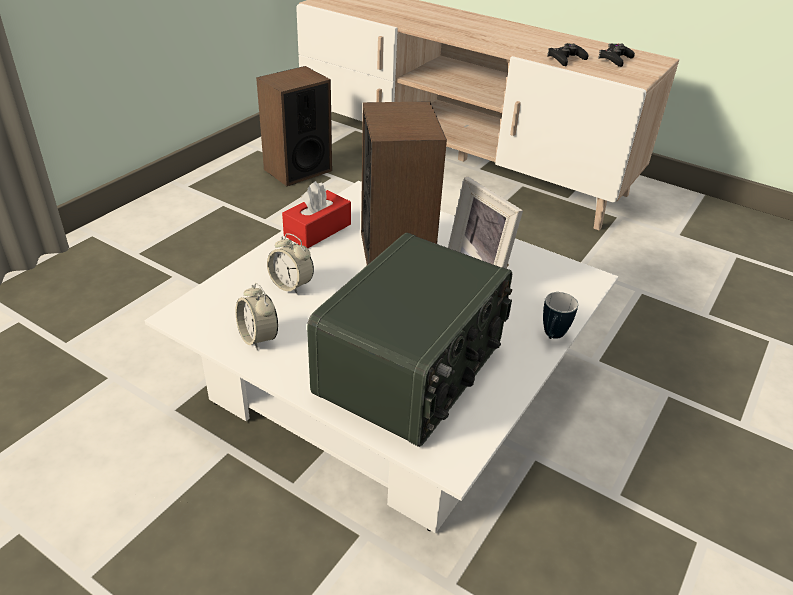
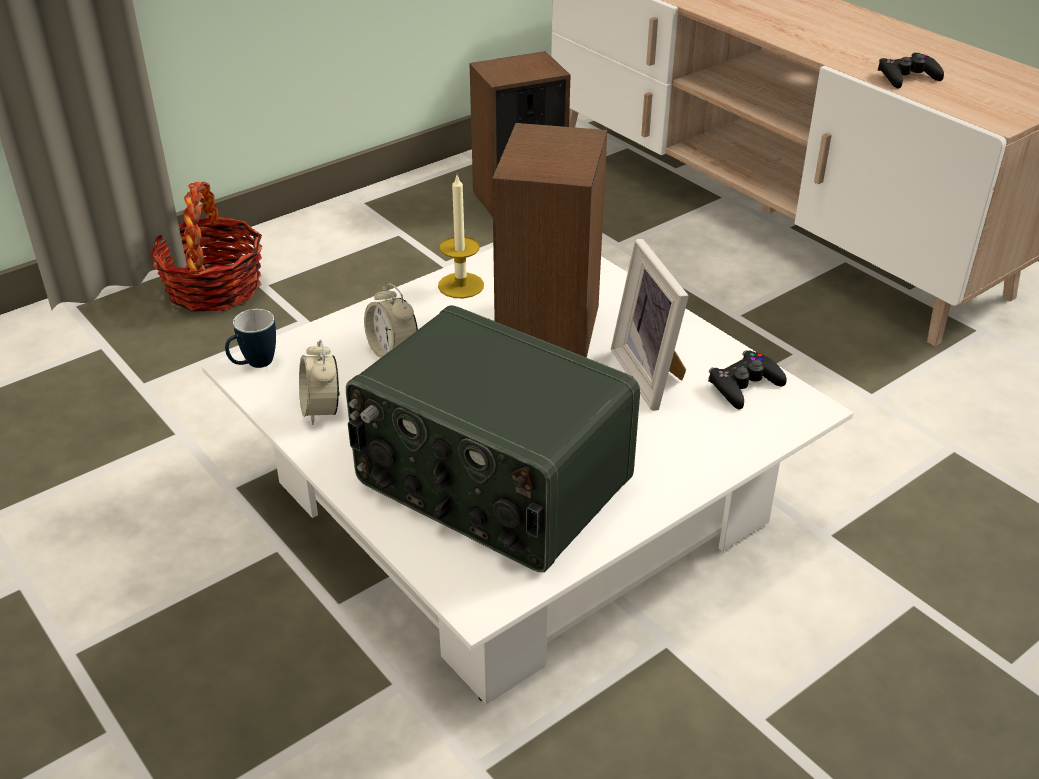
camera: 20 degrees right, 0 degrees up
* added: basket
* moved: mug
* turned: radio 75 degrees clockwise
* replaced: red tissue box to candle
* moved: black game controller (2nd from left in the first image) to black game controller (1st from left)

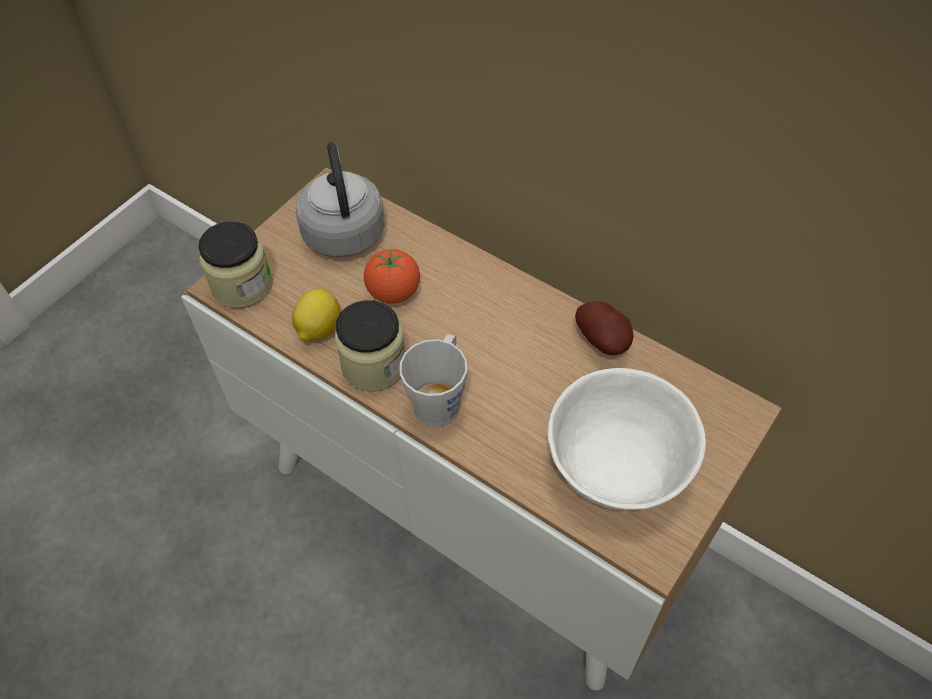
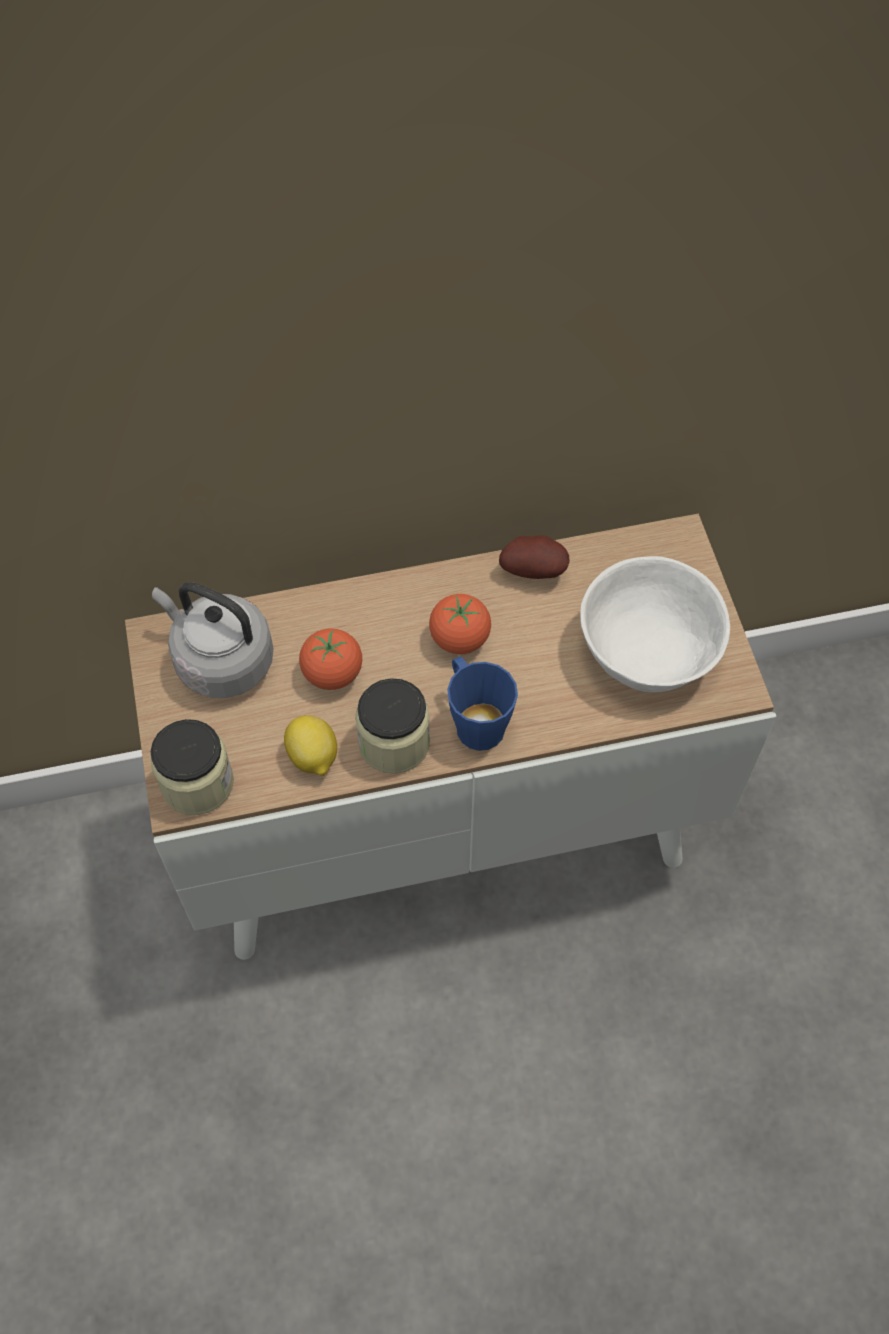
camera: 50 degrees left, 5 degrees up
* added: tomato (2nd from left)
* recoloured: grey mug to blue mug

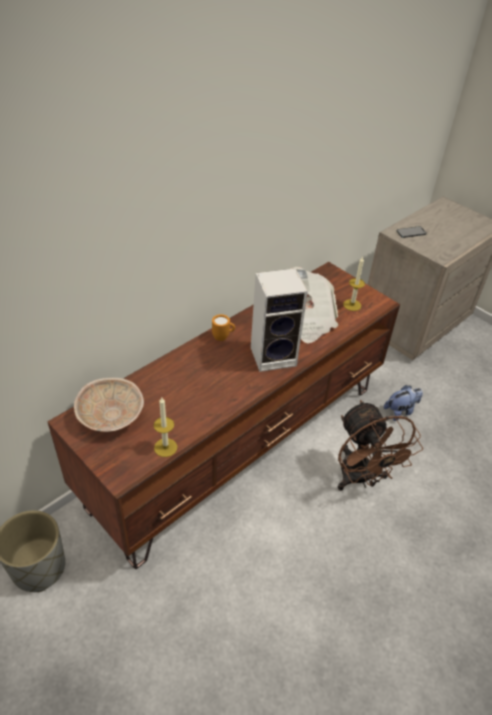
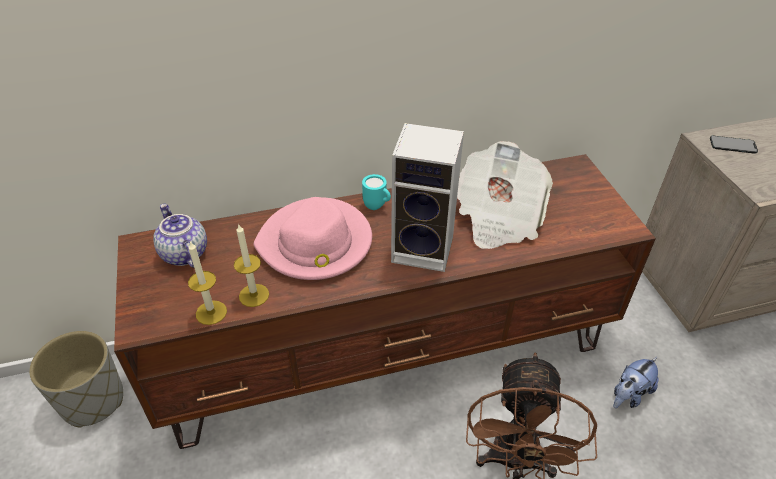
camera: 30 degrees right, 0 degrees up
* replaced: beige bowl to teapot
* moved: candle (2nd from left)
* added: pink hat
* recoloured: orange mug to turquoise mug
* turned: plush toy 135 degrees clockwise

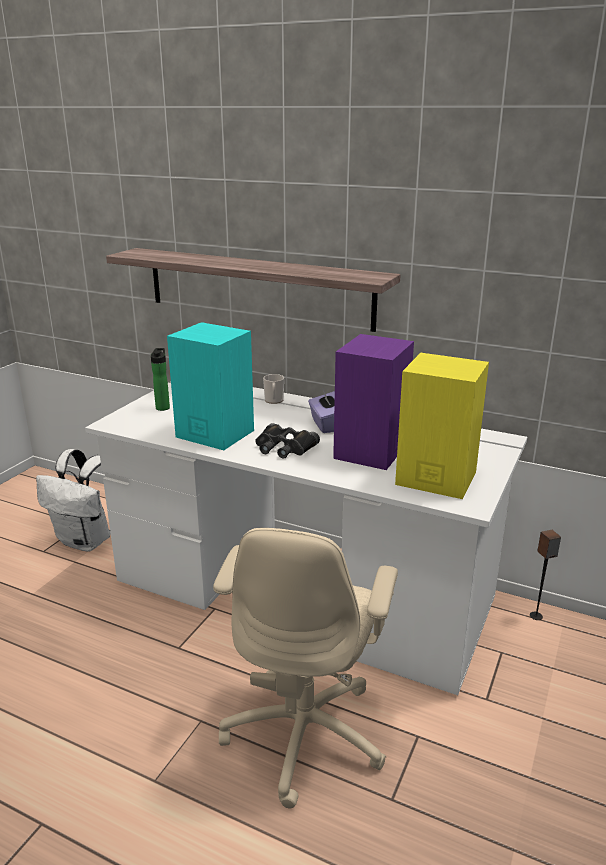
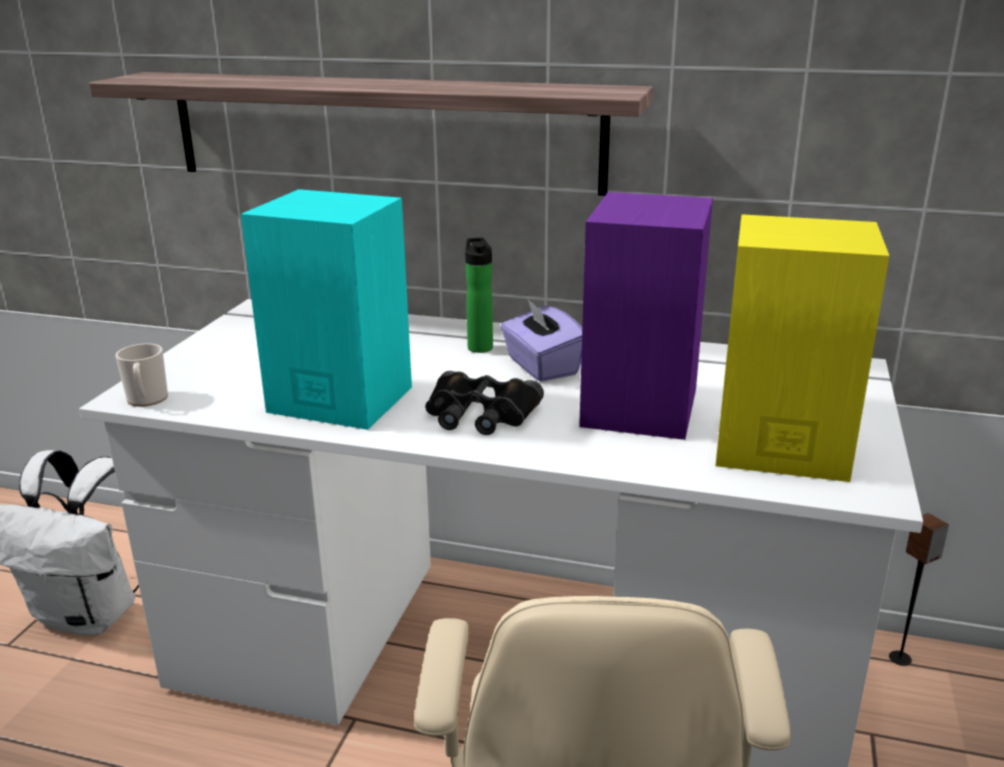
camera: 10 degrees left, 0 degrees up
* moved: mug
* moved: bottle

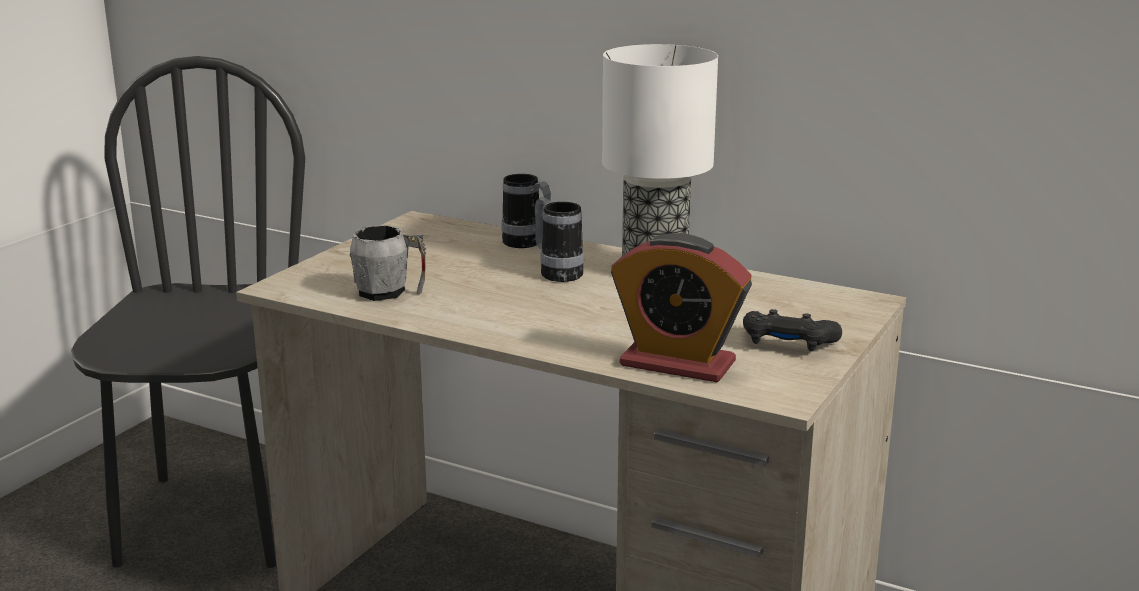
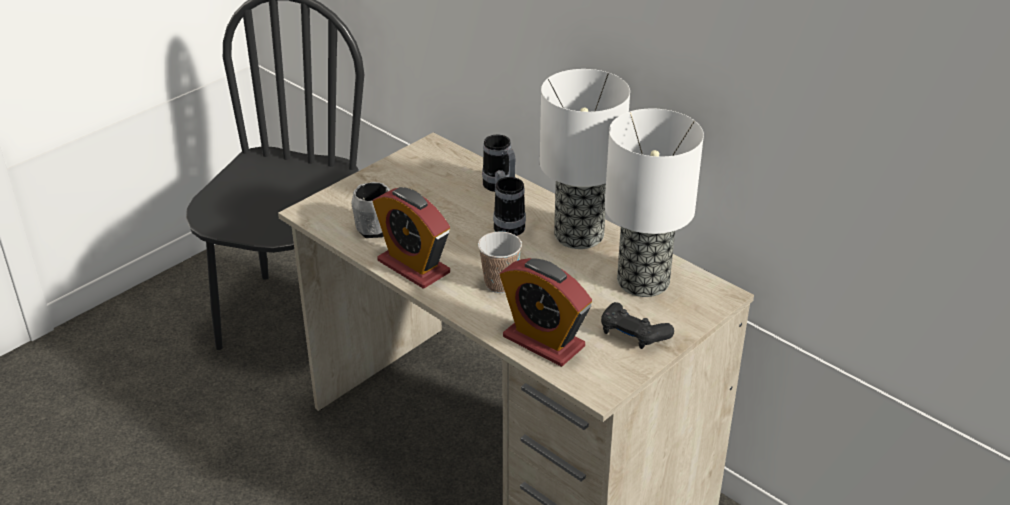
camera: 15 degrees right, 15 degrees up
* added: alarm clock (1st from left)
* added: cup
* added: table lamp (2nd from left)

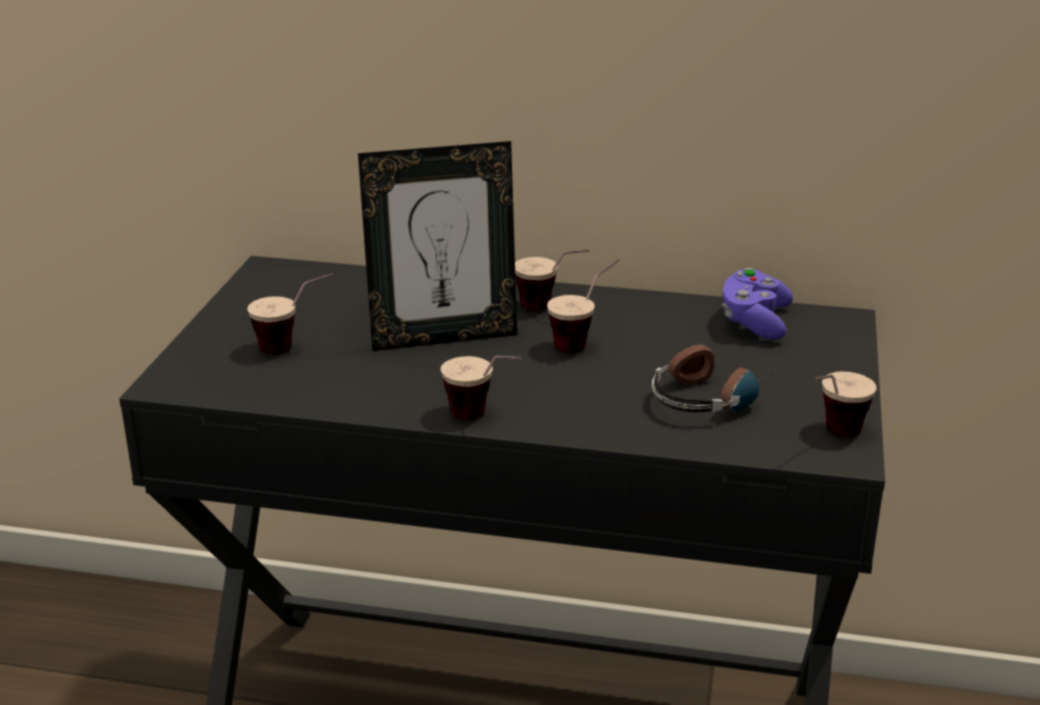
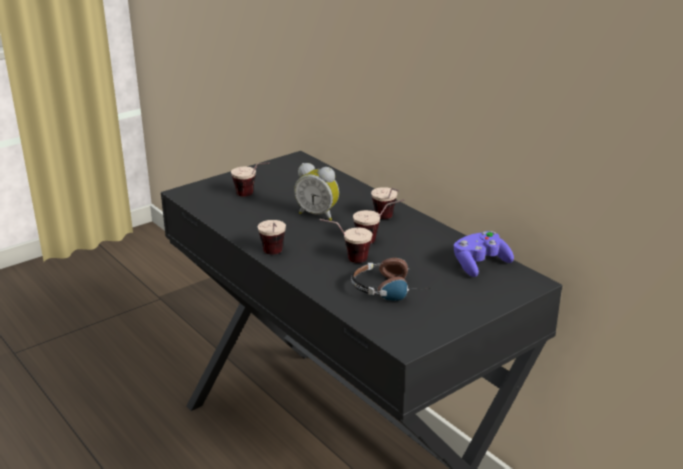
camera: 40 degrees right, 0 degrees up
* replaced: picture frame to alarm clock
* moved: cup (5th from left in the first image) to cup (3rd from left)

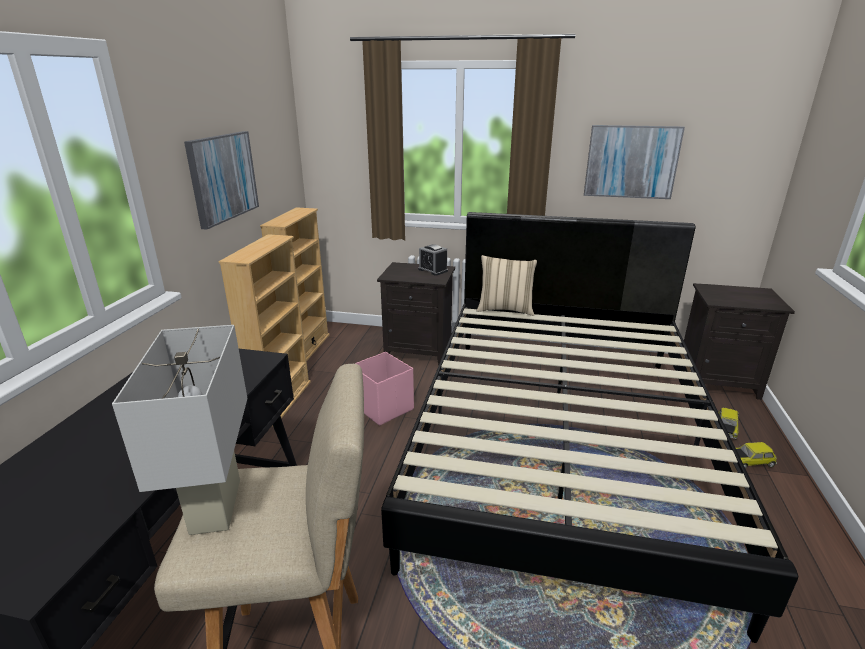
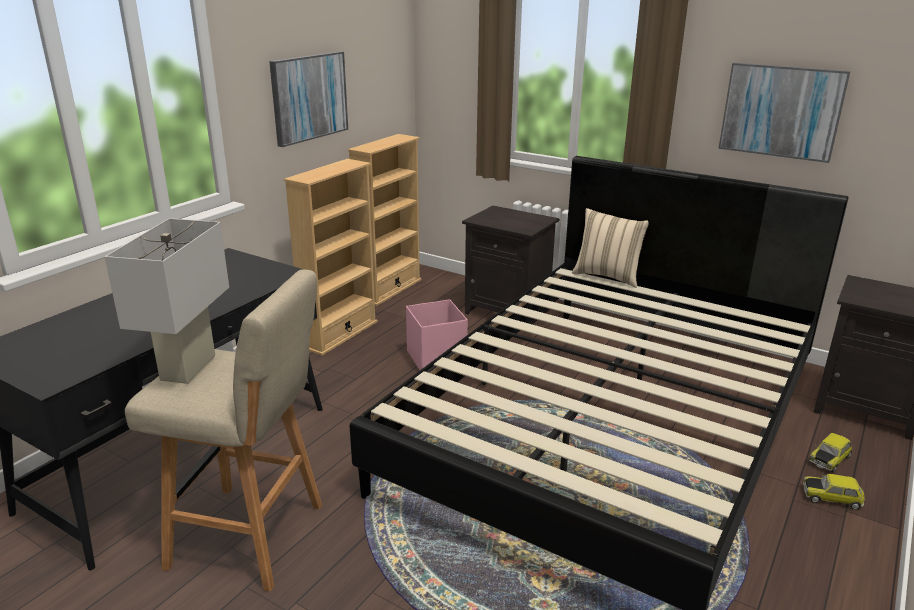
camera: 20 degrees right, 0 degrees up
* removed: alarm clock

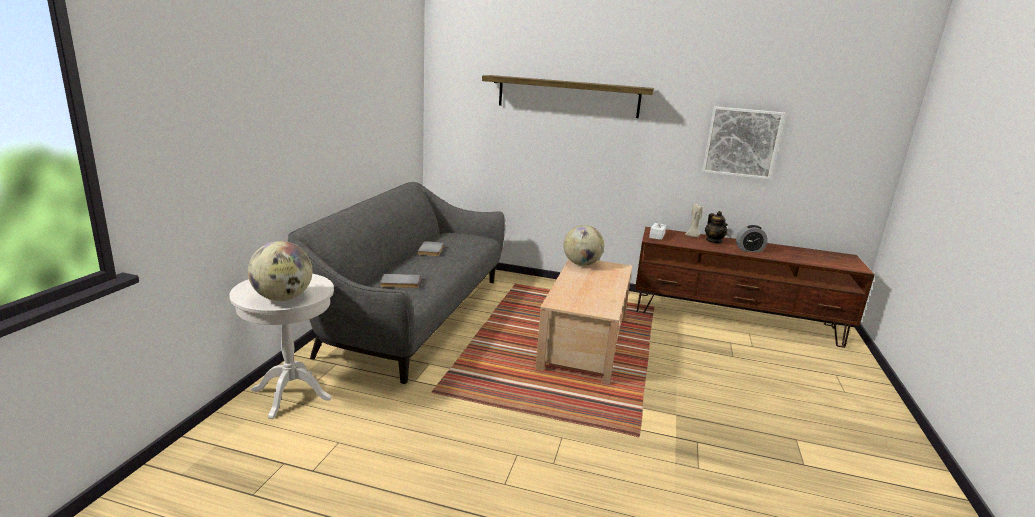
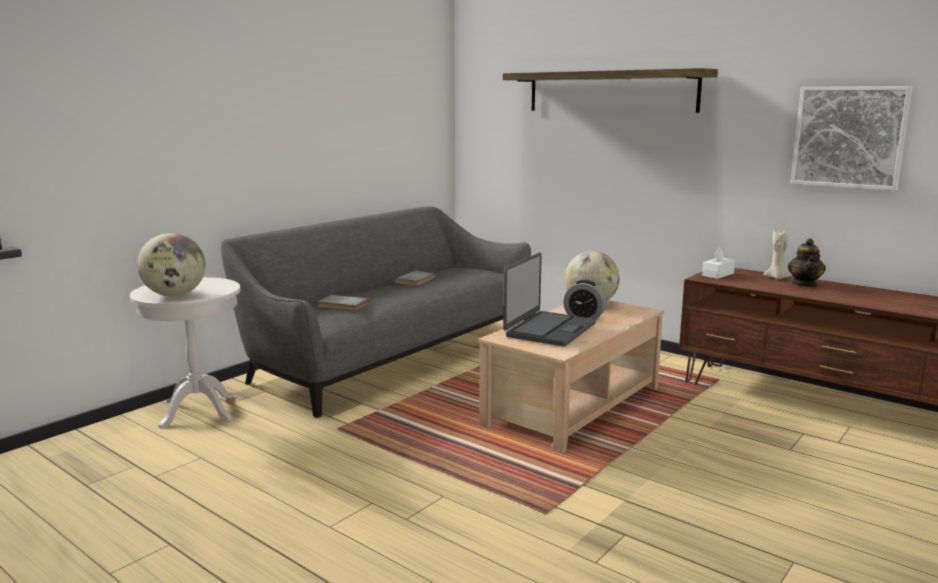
camera: 25 degrees right, 5 degrees down
* added: laptop
* moved: alarm clock

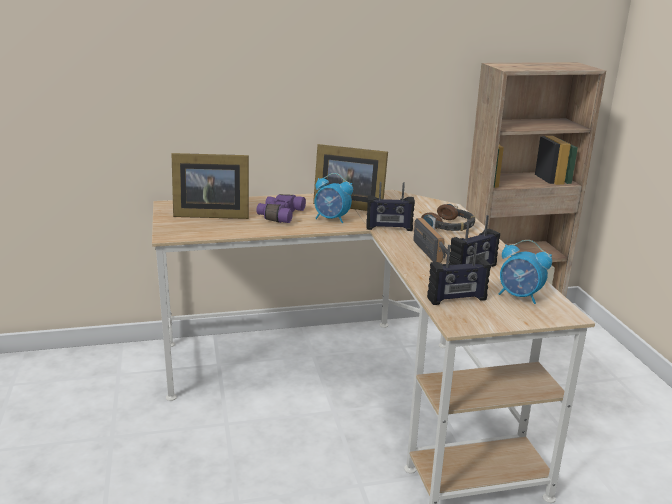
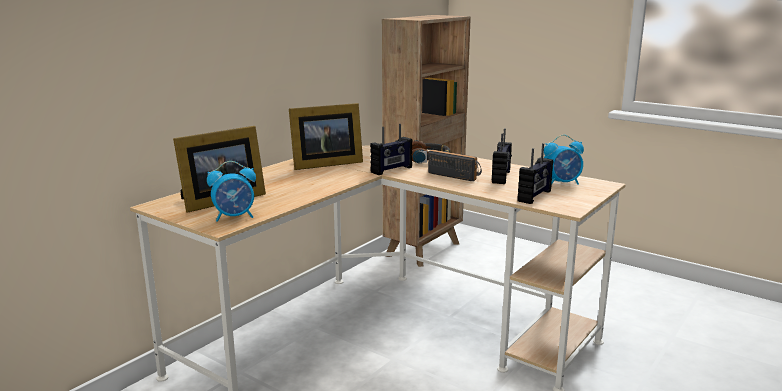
camera: 40 degrees left, 5 degrees down
* moved: alarm clock (1st from left)
* removed: purple binoculars

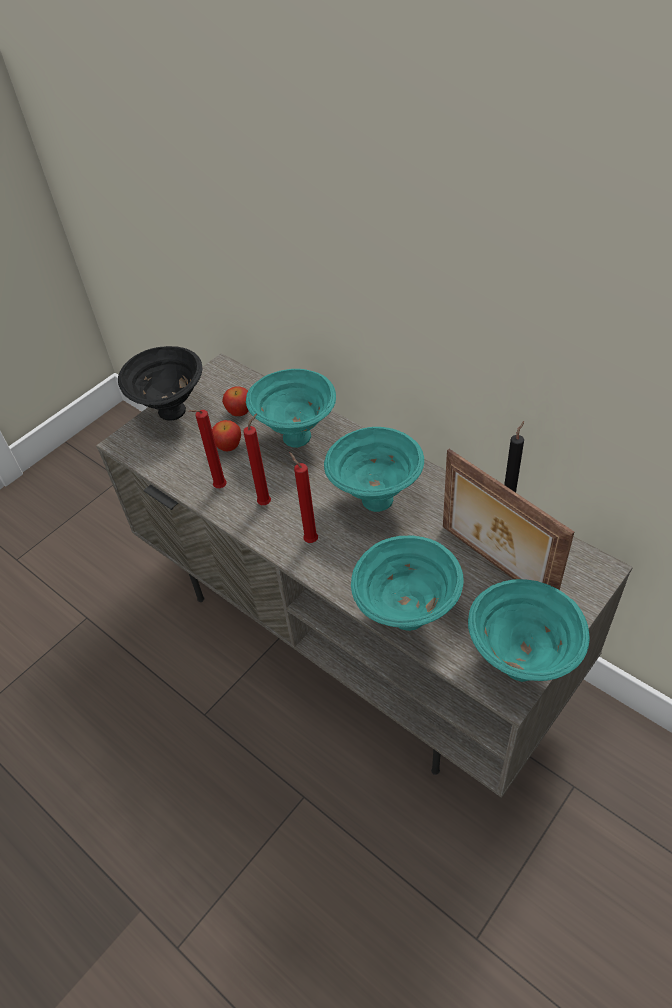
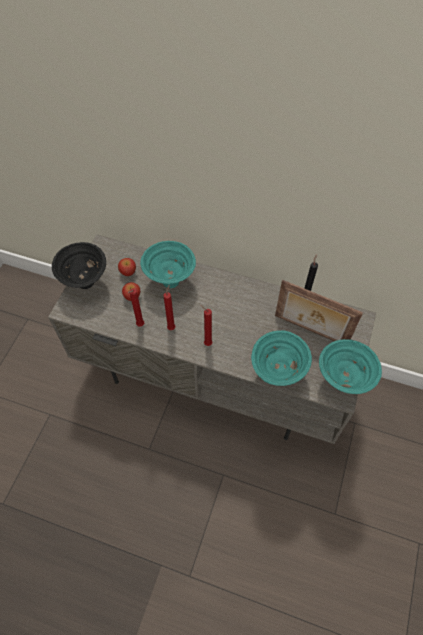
camera: 25 degrees left, 10 degrees up
* removed: turquoise bowl (2nd from left)

